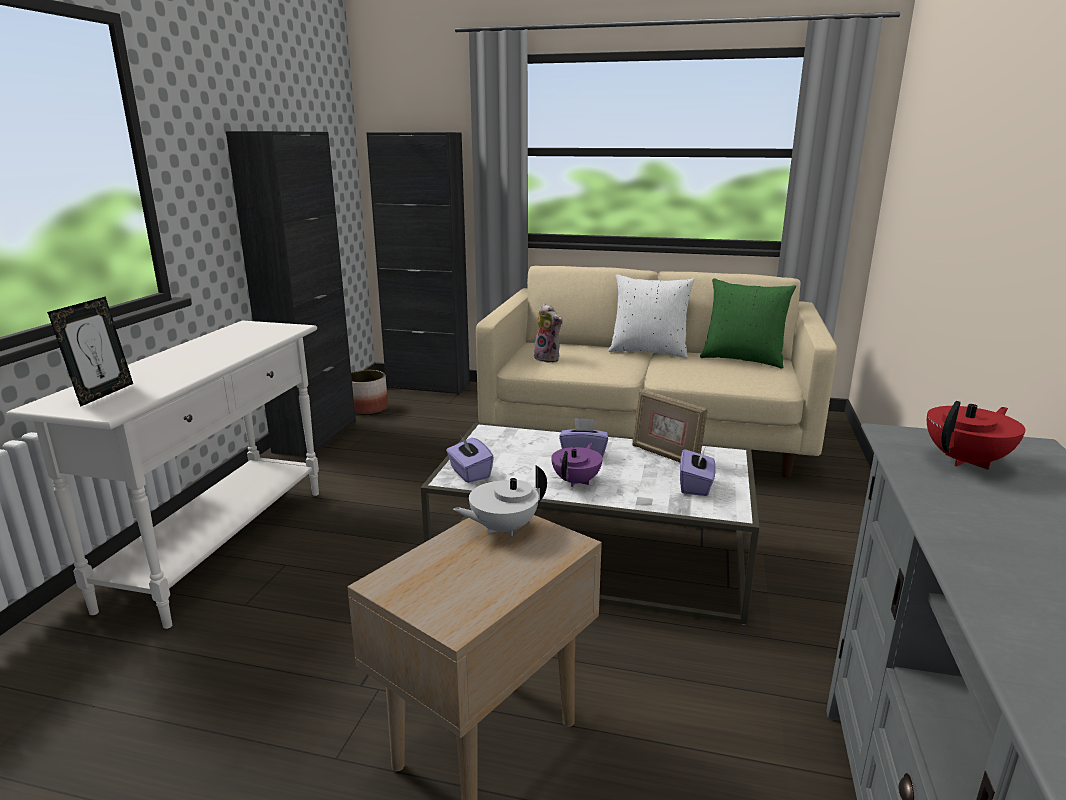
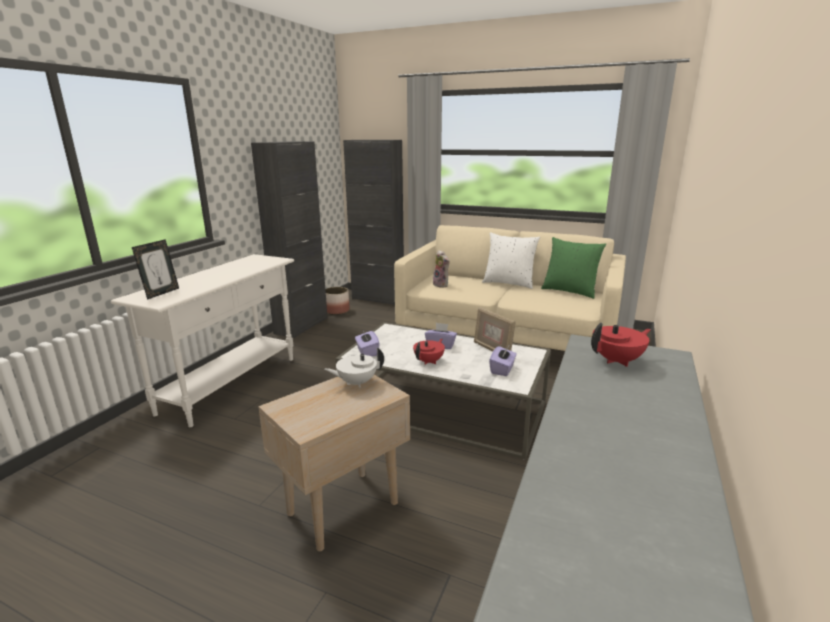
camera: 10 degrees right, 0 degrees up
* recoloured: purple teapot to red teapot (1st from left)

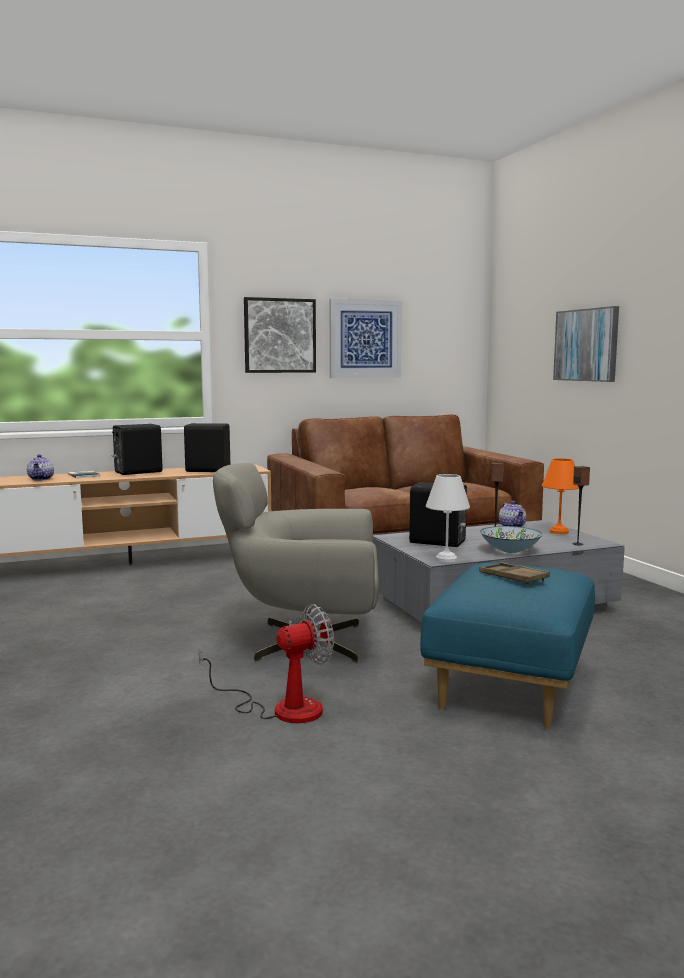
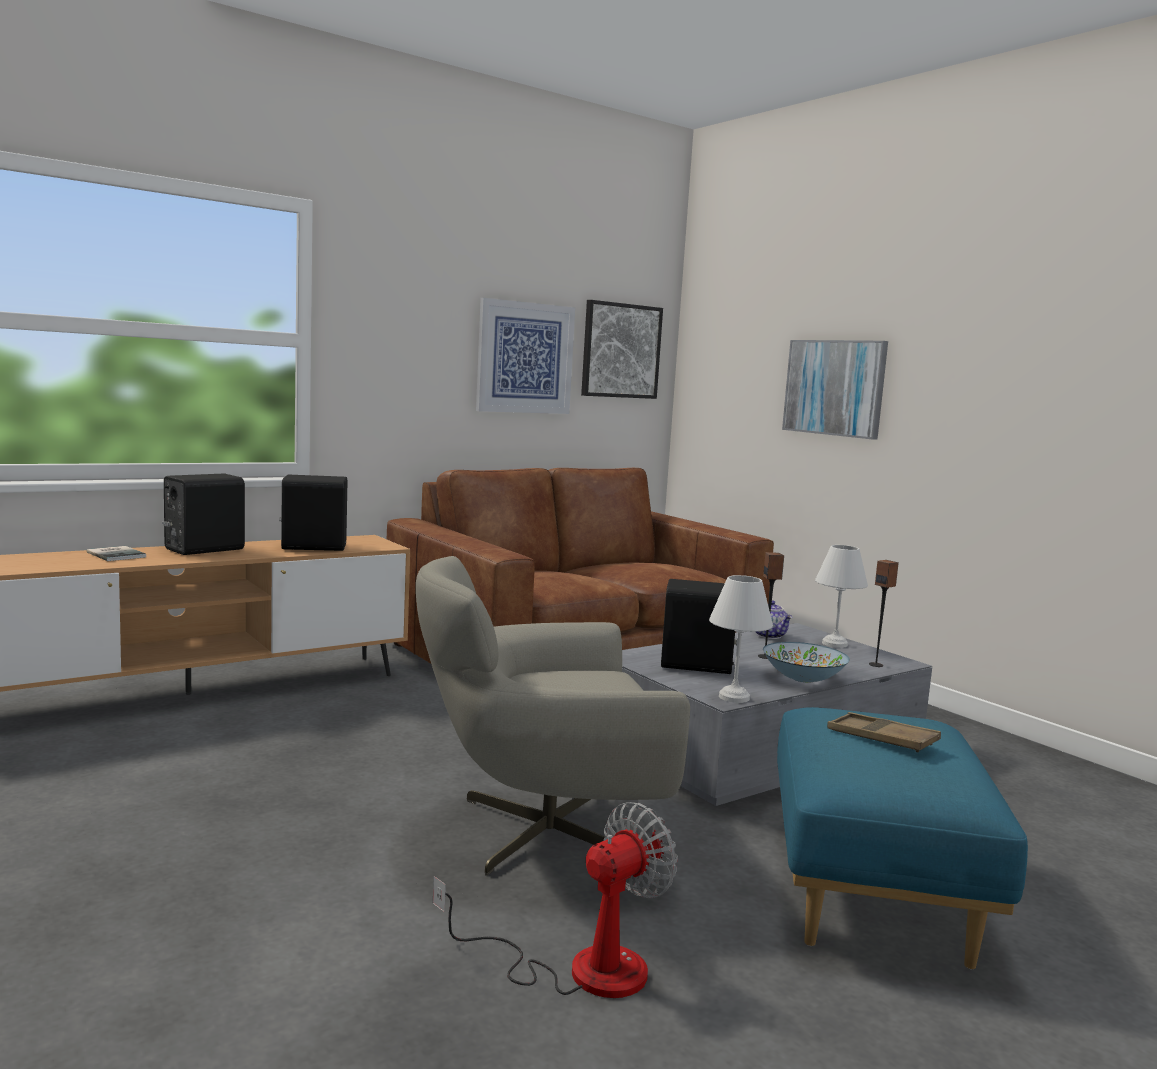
camera: 15 degrees left, 0 degrees up
* moved: picture (1st from left in the first image) to picture (2nd from left)
* recoloured: orange table lamp to white table lamp (2nd from left)
* removed: teapot (1st from left)

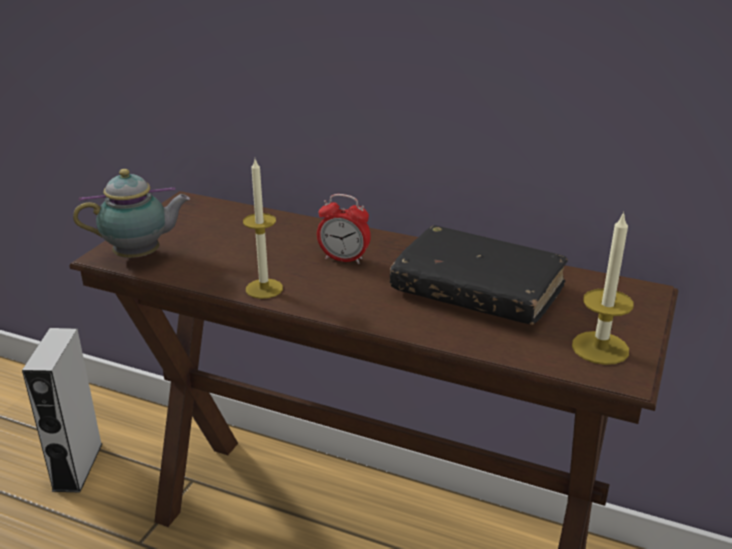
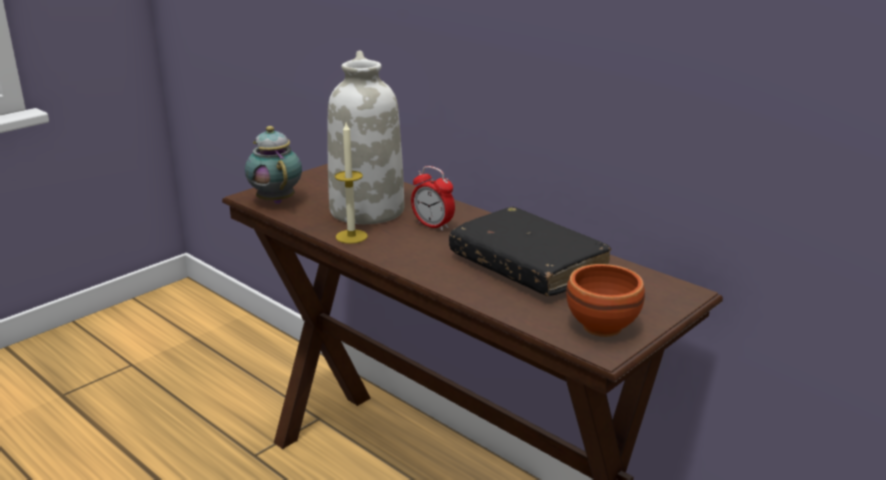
camera: 20 degrees right, 5 degrees down
* turned: teapot 120 degrees counterclockwise
* added: white vase
* replaced: candle (2nd from left) to brown bowl
* removed: grey speaker

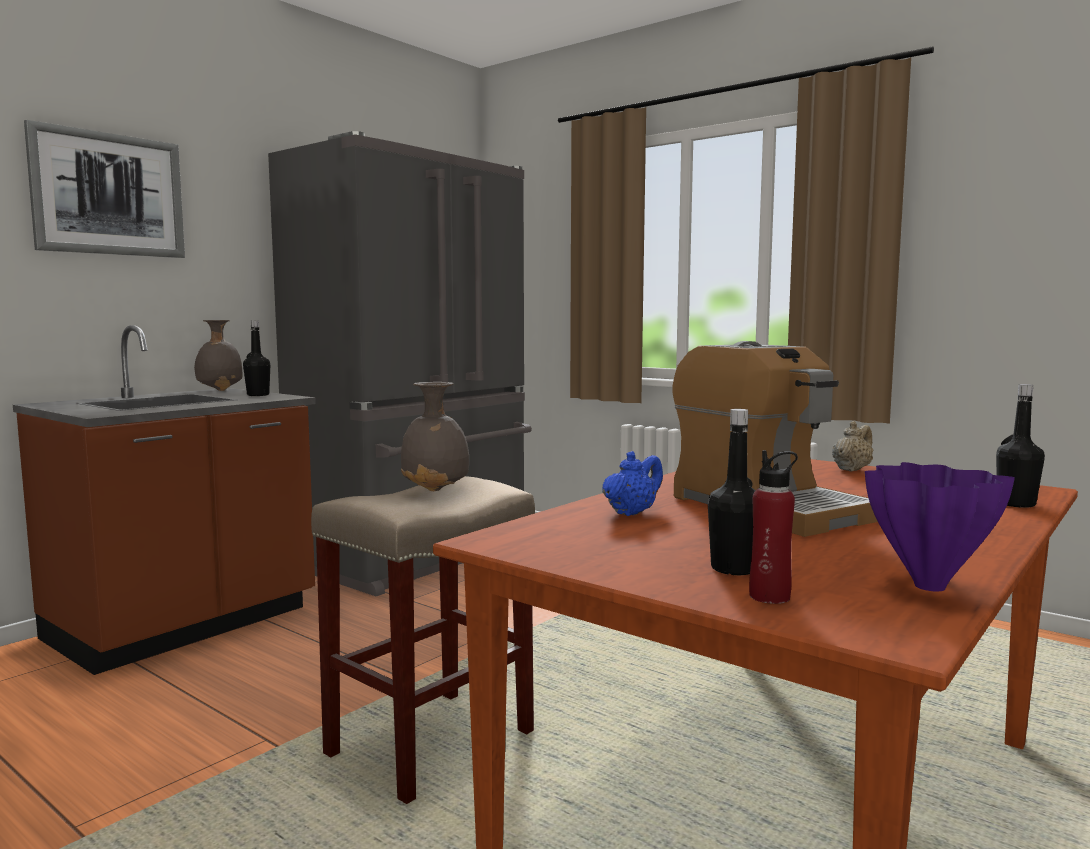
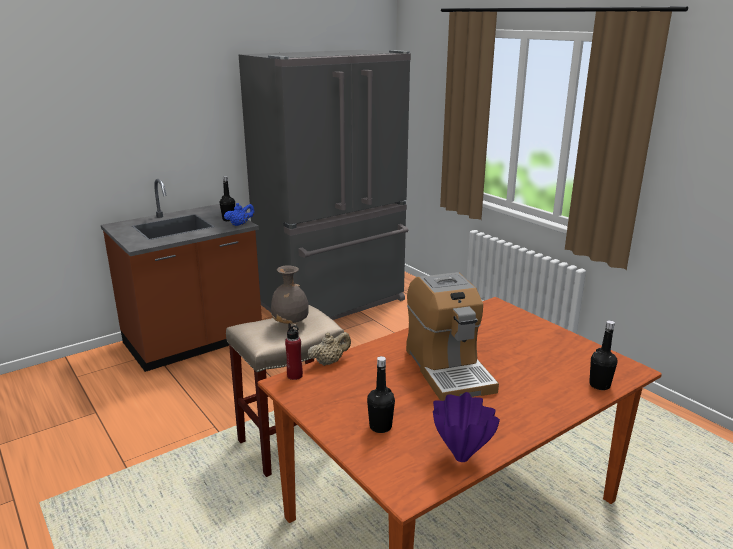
camera: 15 degrees right, 15 degrees up
* moved: blue teapot
* moved: red bottle
* moved: beige teapot
* removed: picture
* removed: grey vase (1st from left)

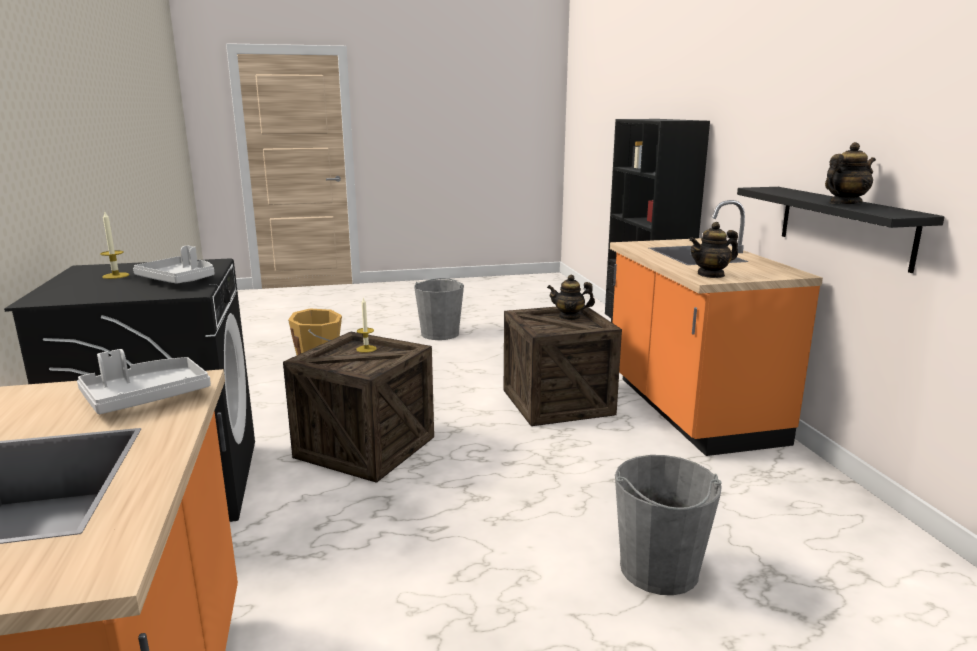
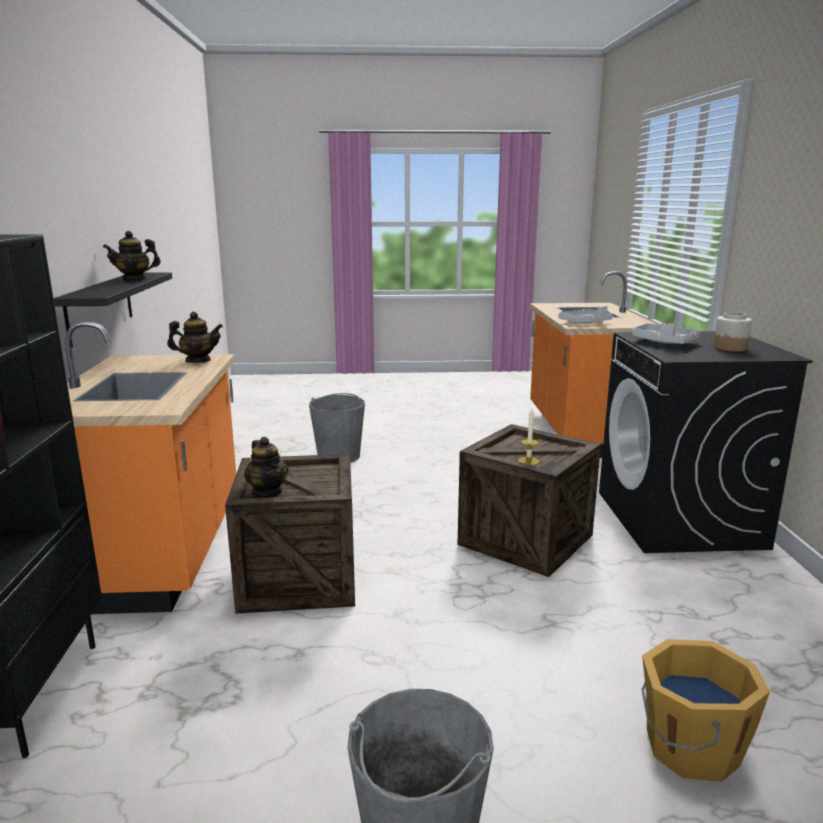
camera: 170 degrees left, 0 degrees up
* turned: teapot (1st from left in the first image) 45 degrees clockwise
* replaced: candle (1st from left) to jar

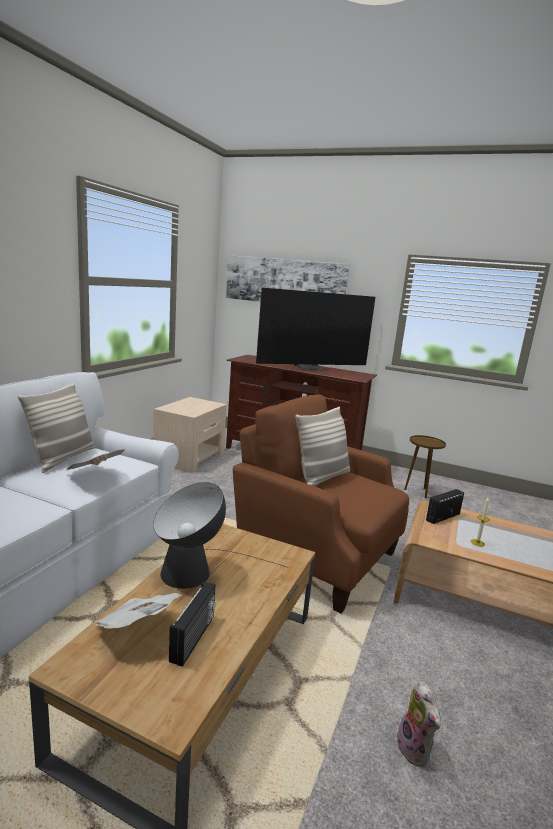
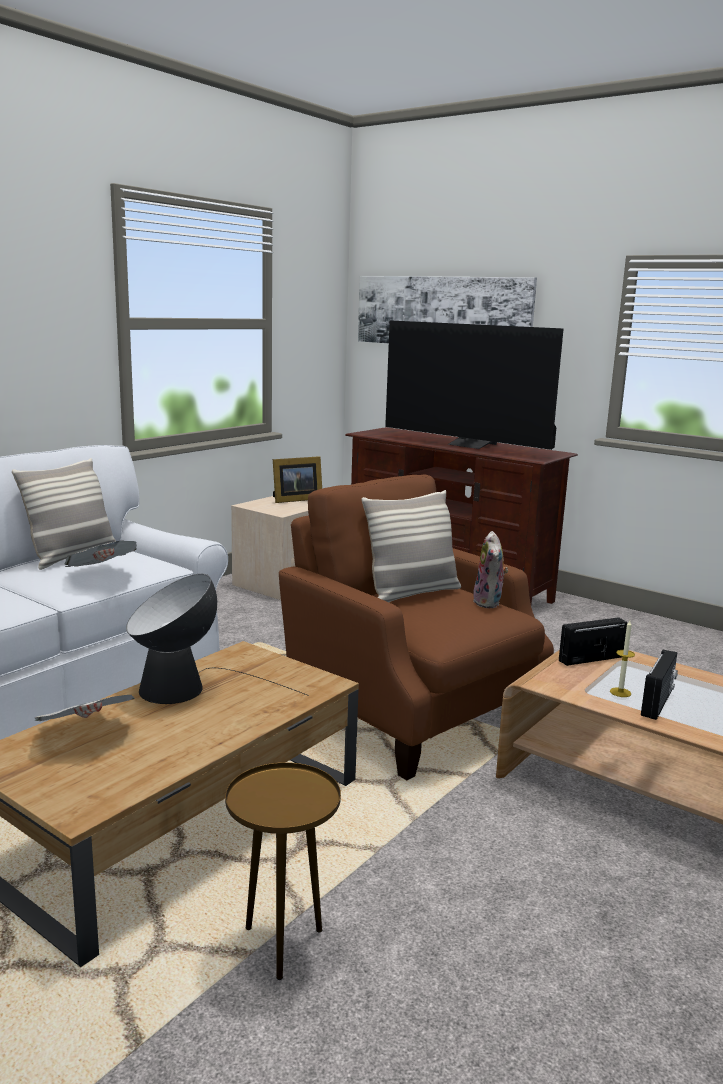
camera: 15 degrees right, 0 degrees up
* moved: brown side table
* added: picture frame
* turned: television 45 degrees clockwise
* moved: plush toy
* moved: radio (1st from left in the first image) to radio (2nd from left)

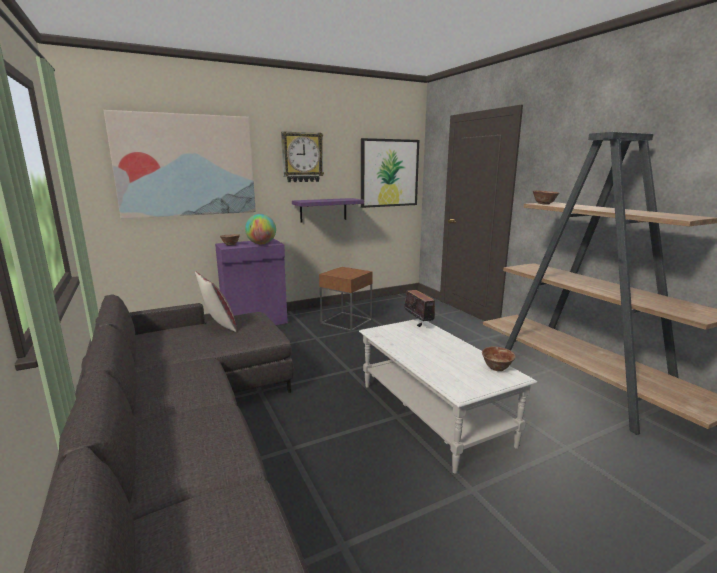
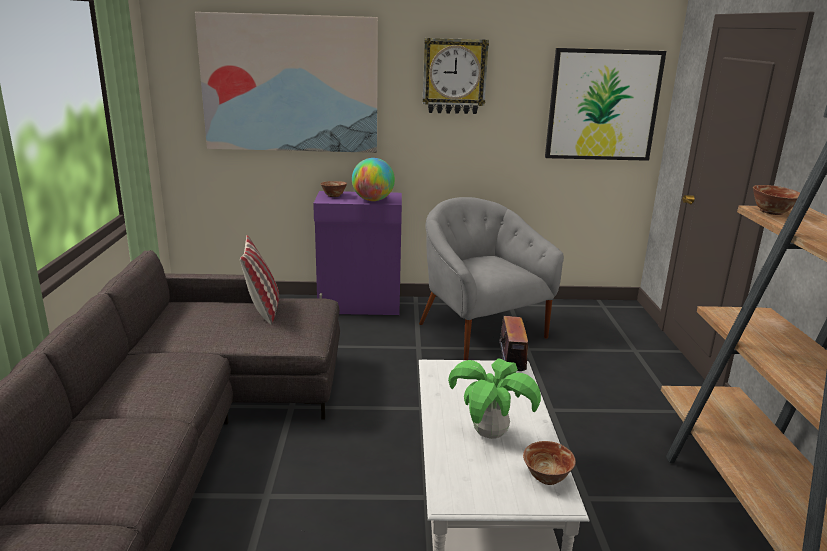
camera: 25 degrees right, 5 degrees up
* replaced: brown side table to grey armchair
* added: potted plant
* removed: purple shelf

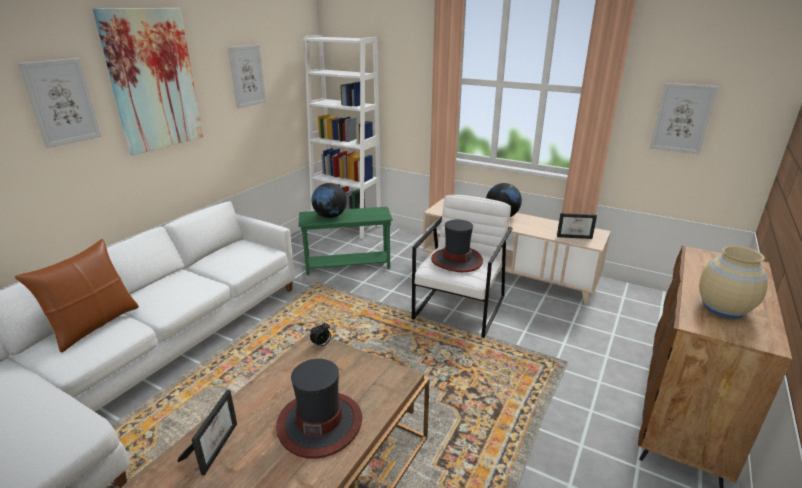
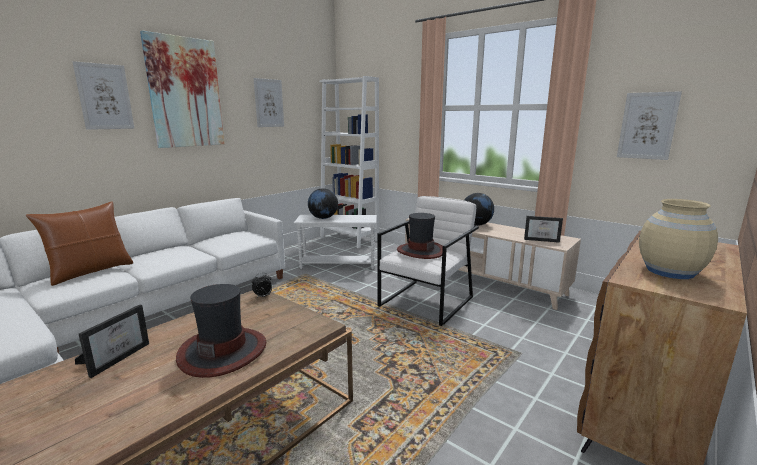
camera: 10 degrees right, 10 degrees down
* recoloured: green side table to white side table

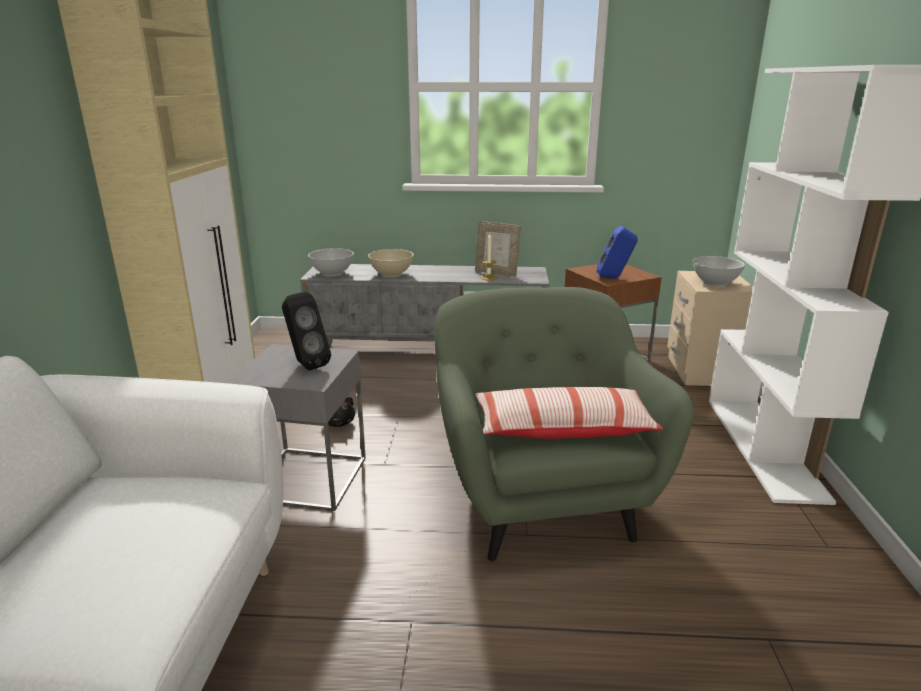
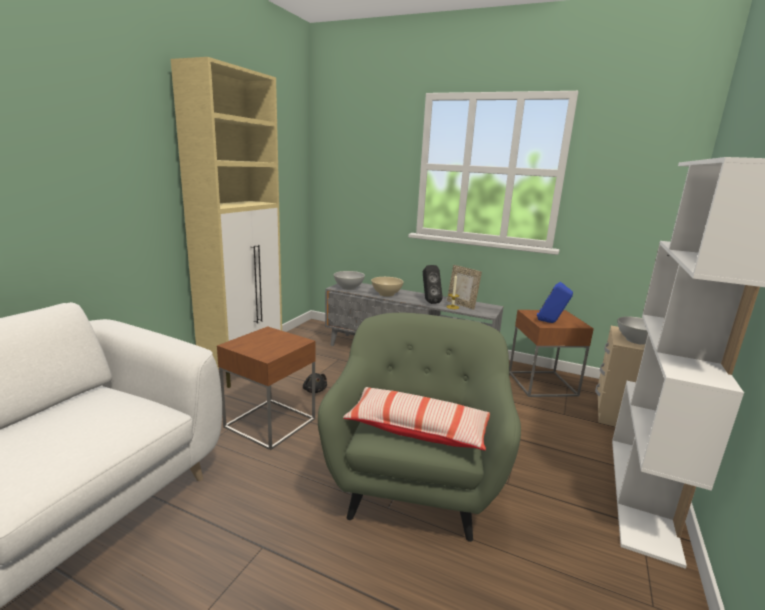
camera: 20 degrees right, 5 degrees down
* recoloured: grey side table to brown side table (1st from left)
* moved: black speaker

